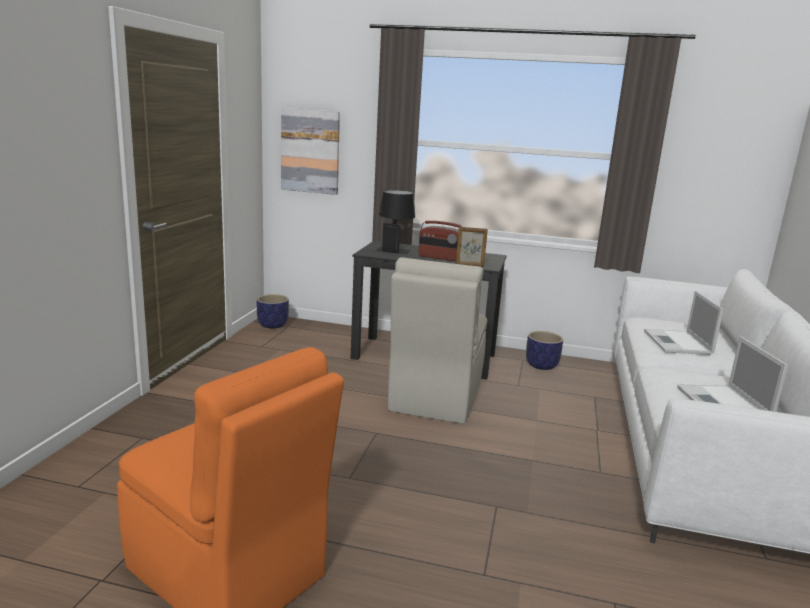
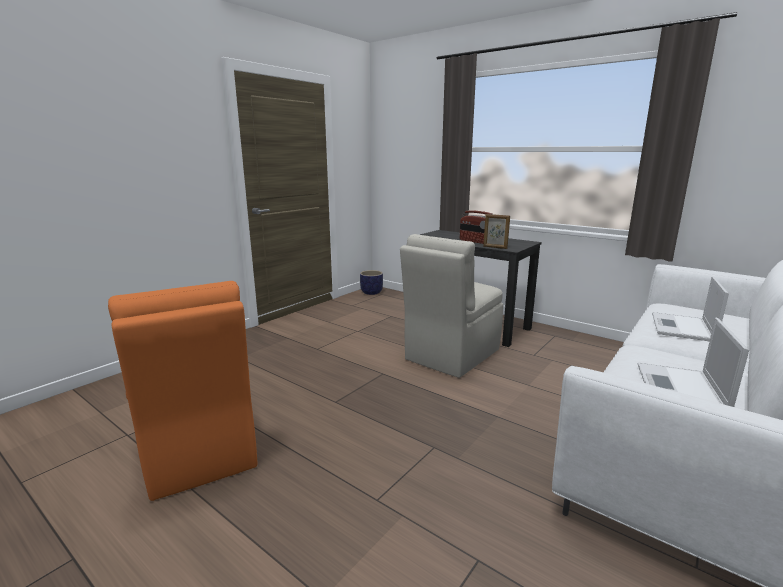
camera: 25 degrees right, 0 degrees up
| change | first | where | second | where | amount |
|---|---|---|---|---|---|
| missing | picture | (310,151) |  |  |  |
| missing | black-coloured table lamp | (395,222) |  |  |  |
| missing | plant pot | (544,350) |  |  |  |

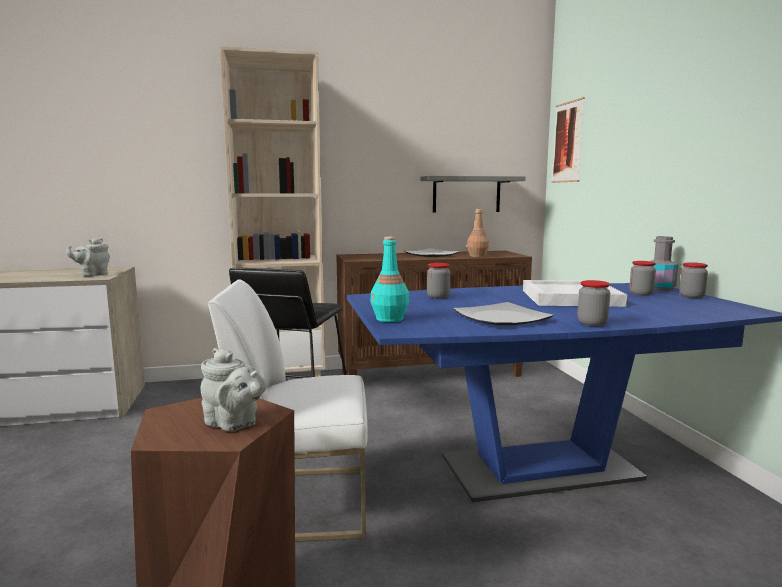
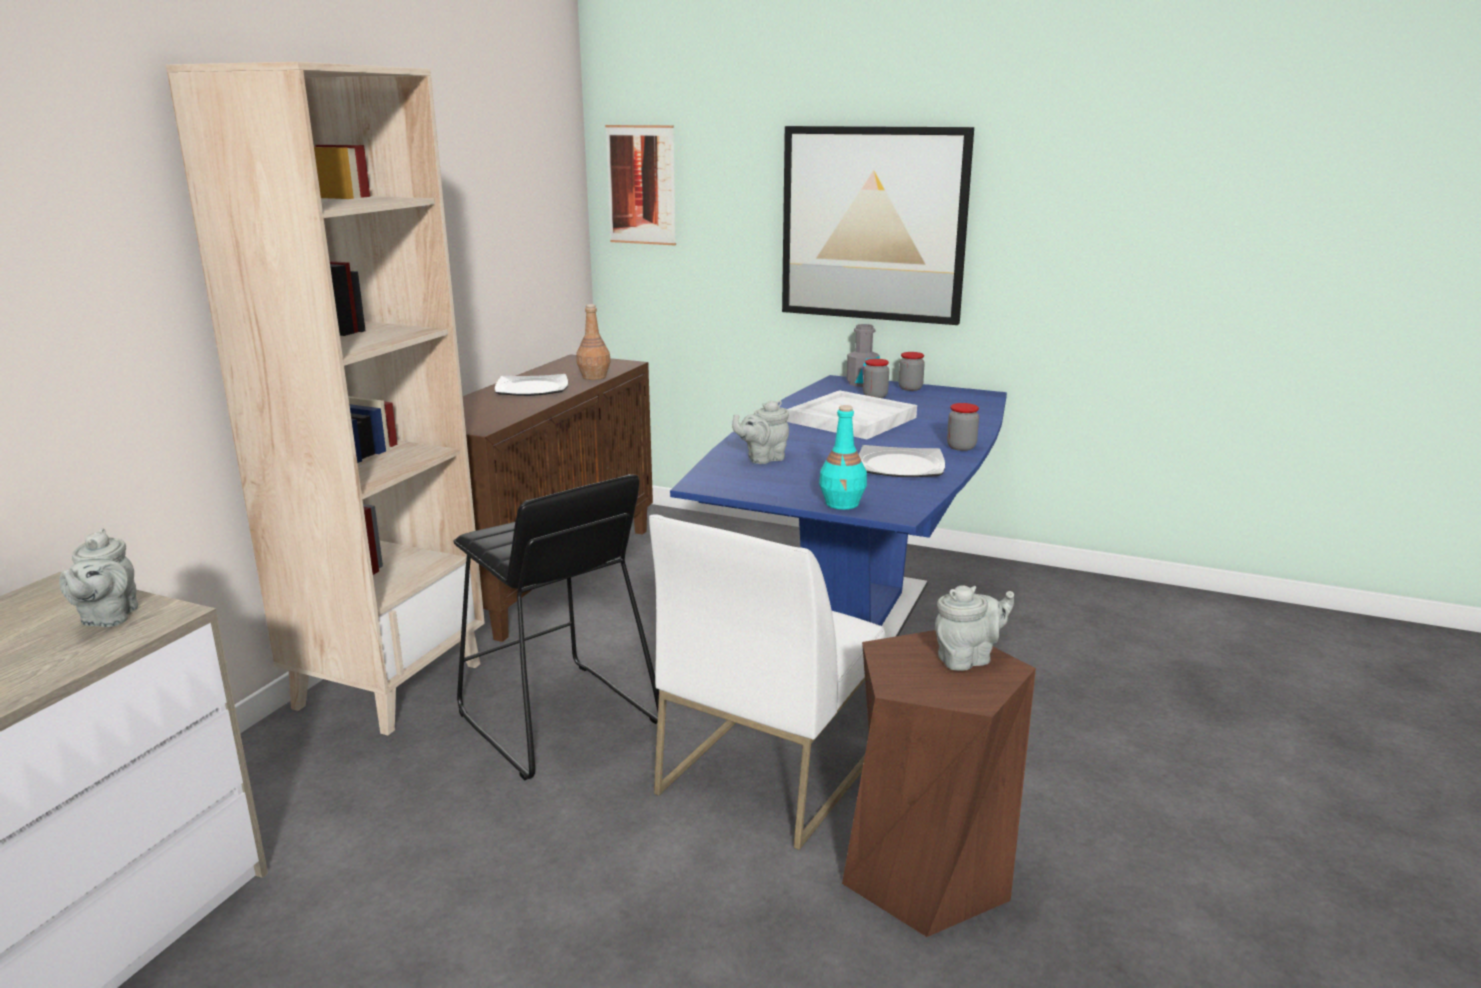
camera: 55 degrees left, 10 degrees up
| change | first | where | second | where | amount |
|---|---|---|---|---|---|
| exchanged | jar | (439,281) | grey teapot | (760,432) |  |
| appeared |  |  | picture | (878,225) |  |
| missing | grey shelf | (473,194) |  |  |  |

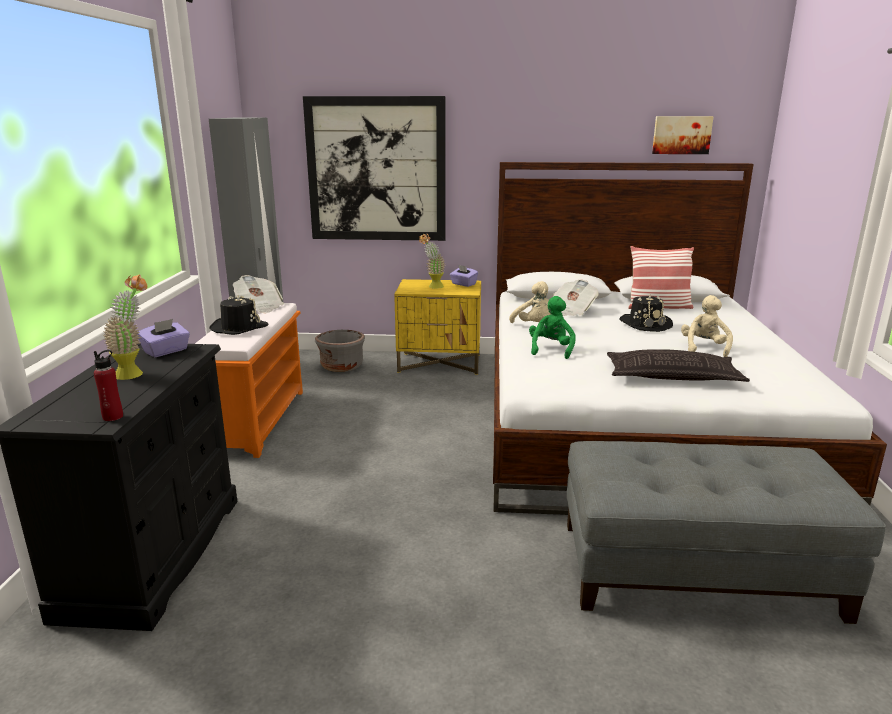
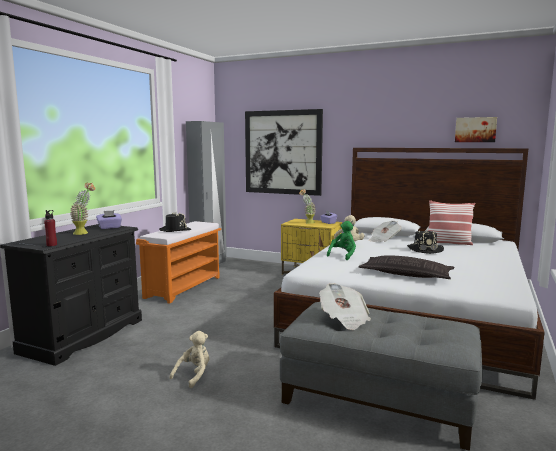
camera: 20 degrees right, 10 degrees down
| change | first | where | second | where | amount |
|---|---|---|---|---|---|
| relocated | sand-coloured cuddly toy | (707,326) |  | (189,359) |  |
| relocated | newspaper | (258,294) |  | (345,306) |  |
| missing | grey plant pot | (340,351) |  |  |  |

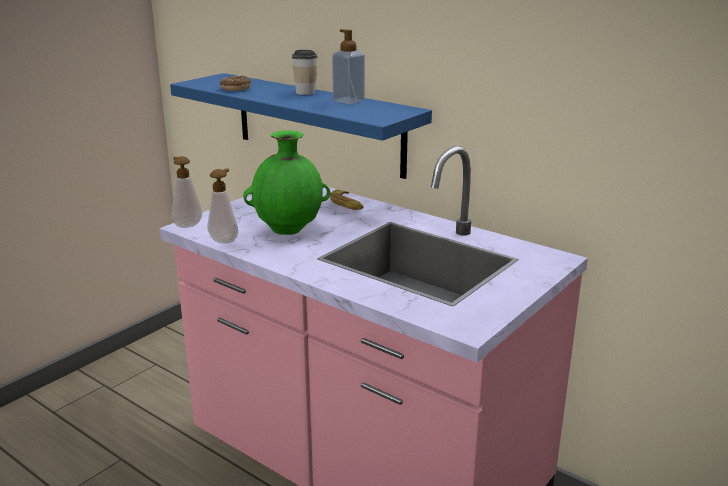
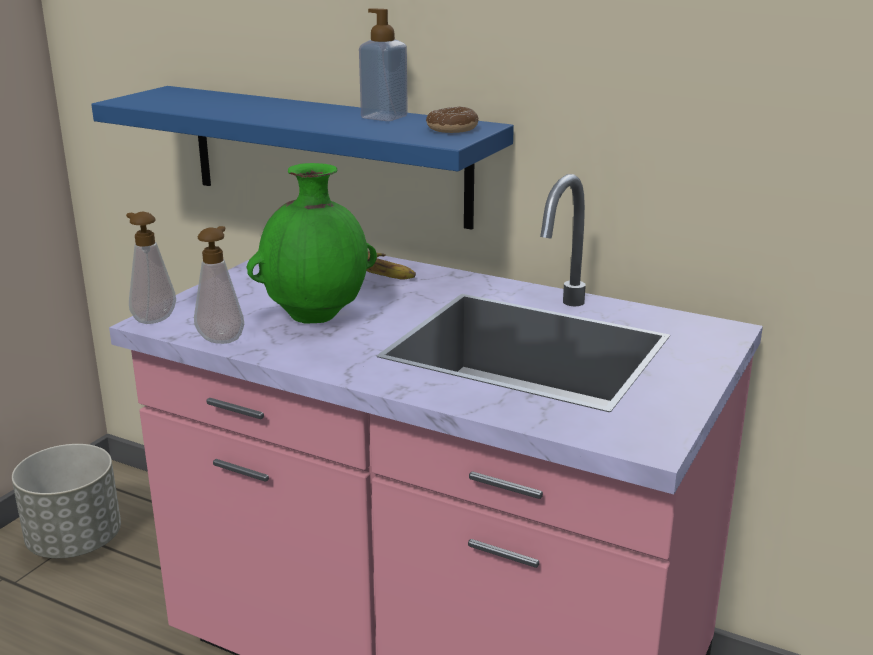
camera: 10 degrees left, 0 degrees up
| change | first | where | second | where | amount |
|---|---|---|---|---|---|
| appeared |  |  | grey plant pot | (66,501) |  |
| relocated | donut | (236,83) |  | (452,120) |  |
| missing | cup | (304,72) |  |  |  |

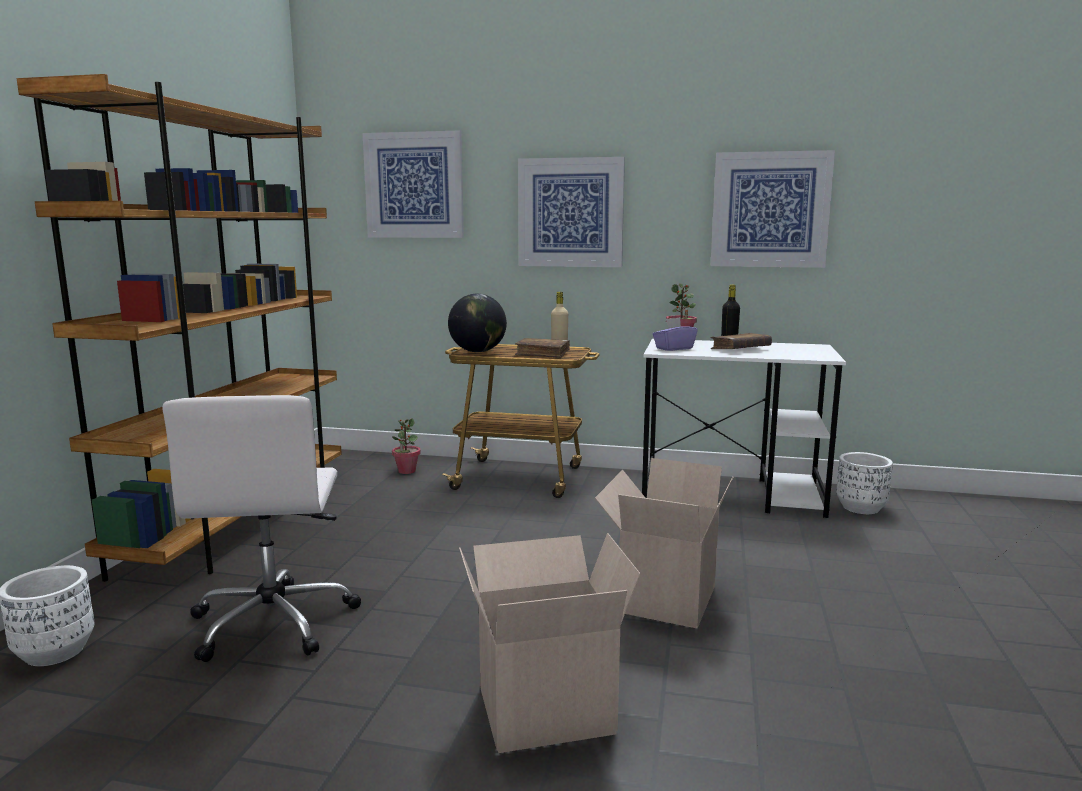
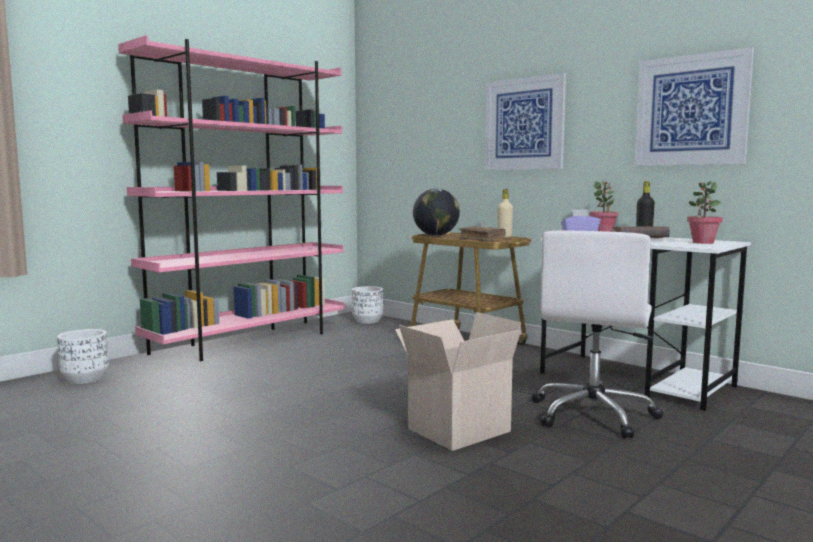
camera: 30 degrees right, 5 degrees down
| change | first | where | second | where | amount |
|---|---|---|---|---|---|
| colour | brown bookshelf | (179,328) | pink-coloured bookshelf | (231,198) |  |
| relocated | whitish plant pot | (864,483) |  | (368,305) |  |
| relocated | whitish office chair | (261,528) |  | (597,334) |  |
| relocated | potted plant | (406,446) |  | (705,212) |  |
| missing | picture | (413,184) |  |  |  |
| missing | packing box | (549,643) |  |  |  |

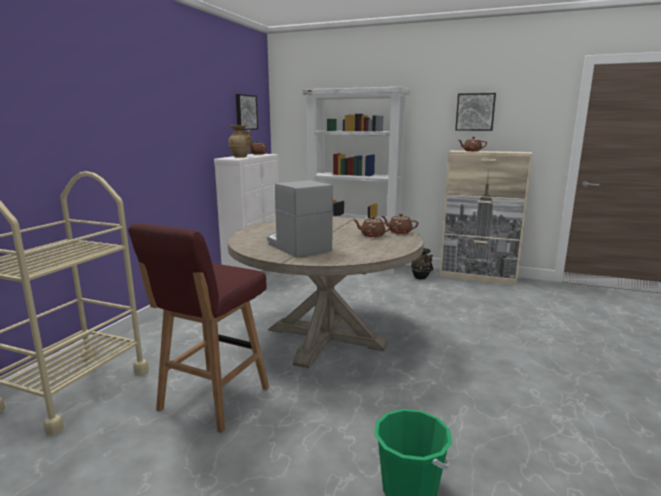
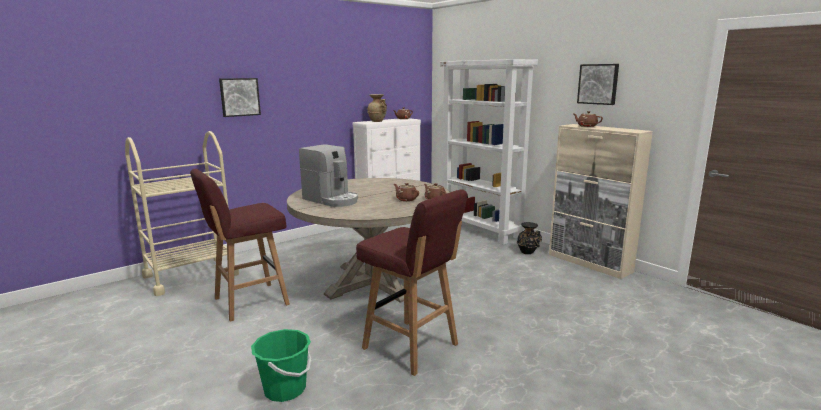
camera: 30 degrees right, 0 degrees up
| change | first | where | second | where | amount |
|---|---|---|---|---|---|
| relocated | picture | (247,112) |  | (240,97) |  |
| spun | coffee machine | (300,218) |  | (328,175) | 135 degrees clockwise |
| appeared |  |  | reddish stool | (412,282) |  |

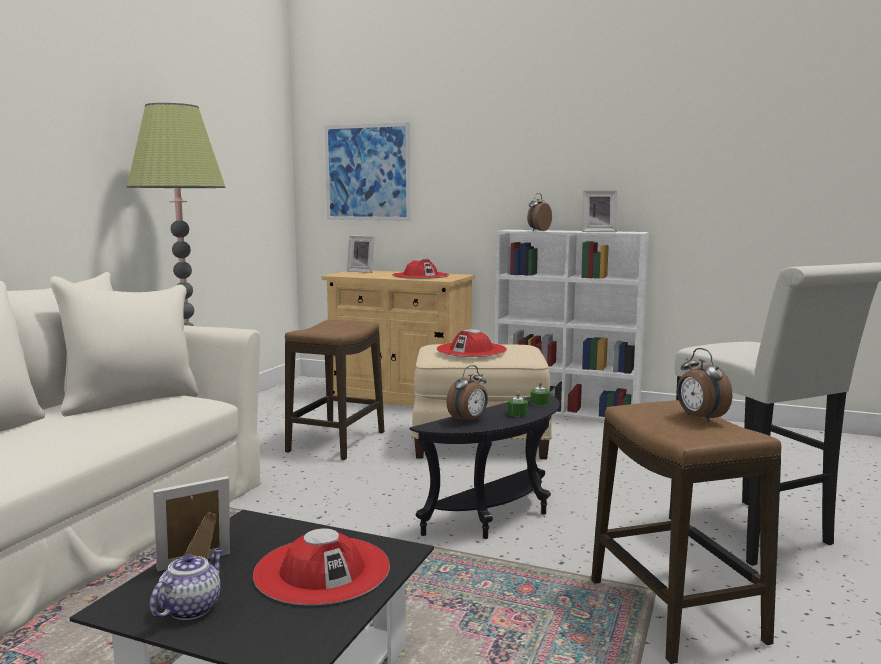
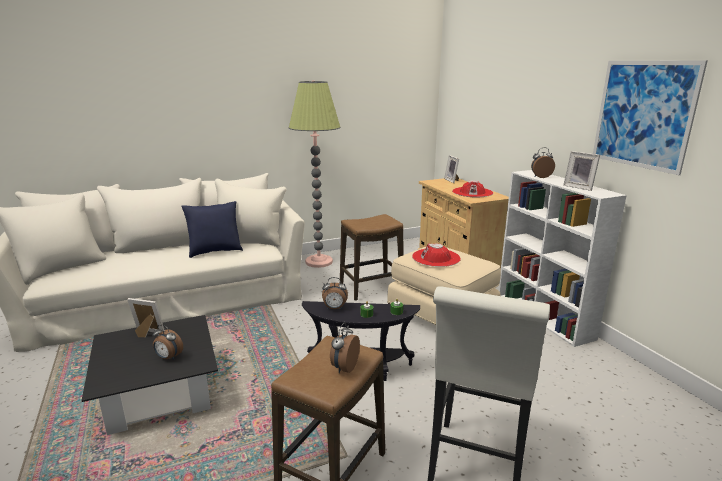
camera: 45 degrees right, 10 degrees up
| change | first | where | second | where | amount |
|---|---|---|---|---|---|
| exchanged | reddish hat | (321,566) | table clock | (167,342) |  |
| appeared |  |  | blue-coloured pillow | (212,229) |  |
| relocated | picture | (368,171) |  | (650,117) |  |
| missing | teapot | (186,584) |  |  |  |

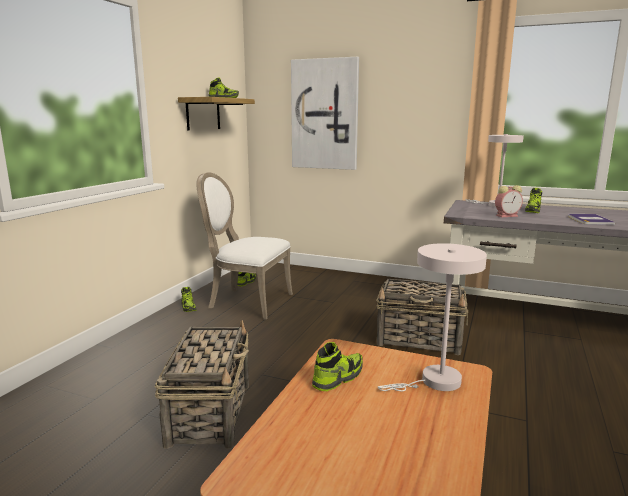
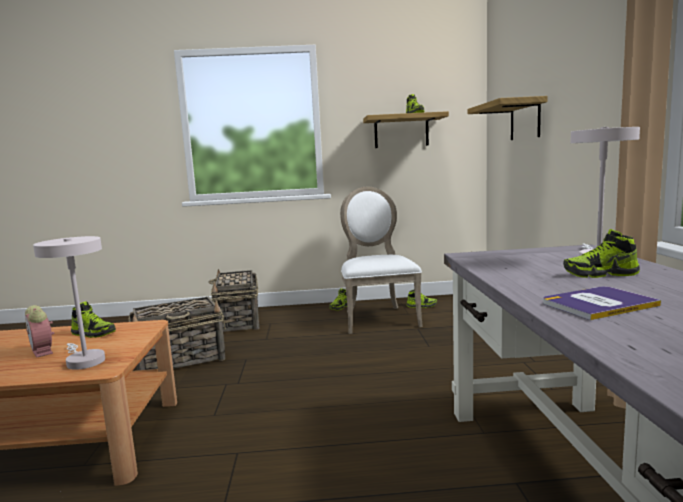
camera: 65 degrees right, 5 degrees down
| change | first | where | second | where | amount |
|---|---|---|---|---|---|
| relocated | table clock | (509,201) |  | (40,331) |  |
| relocated | household basket | (422,317) |  | (234,300) |  |
| exchanged | picture | (325,113) | shelf | (507,118) |  |

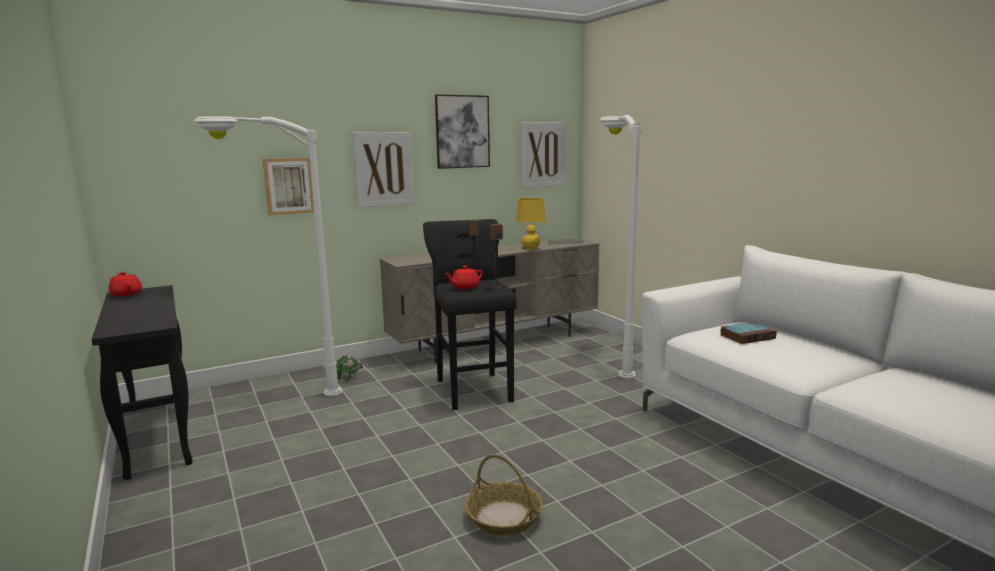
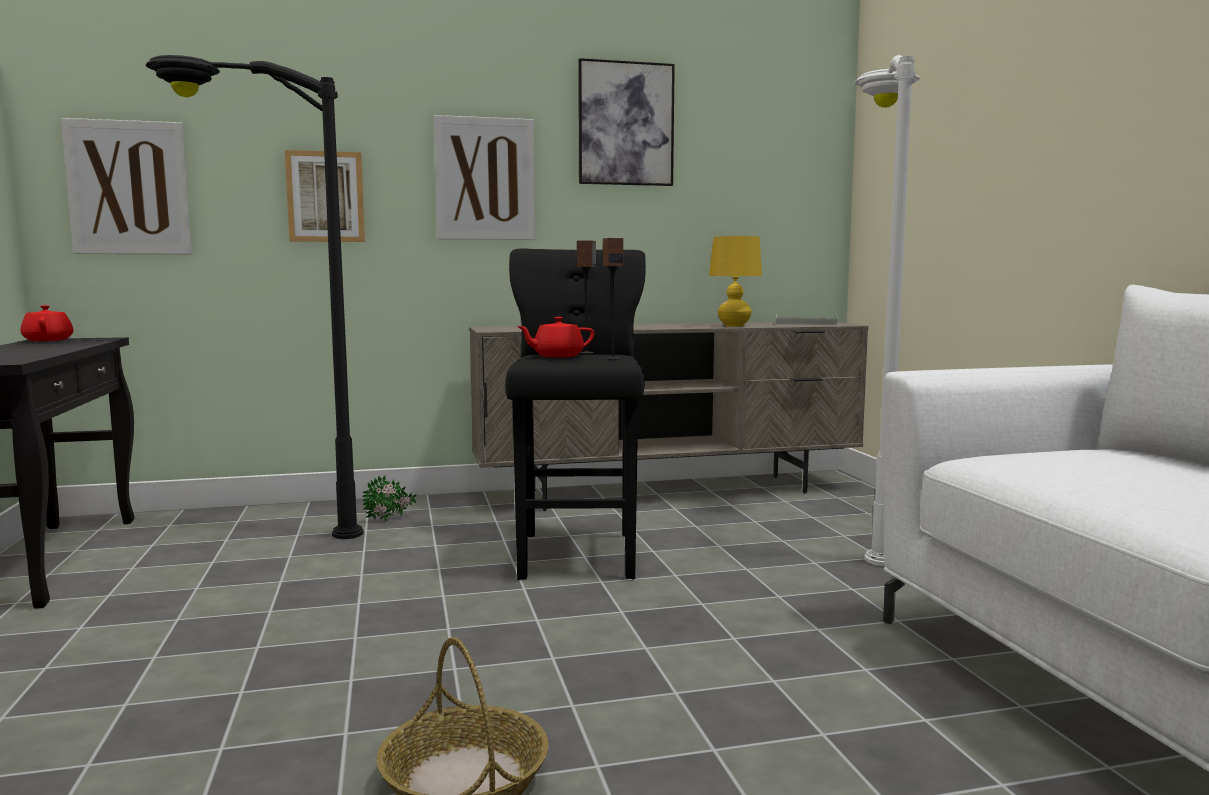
camera: 15 degrees right, 5 degrees down
| change | first | where | second | where | amount |
|---|---|---|---|---|---|
| relocated | picture | (543,155) |  | (126,186) |  |
| colour | whitish standing lamp | (267,256) | black-coloured standing lamp | (254,297) |  |
| missing | book | (748,333) |  |  |  |

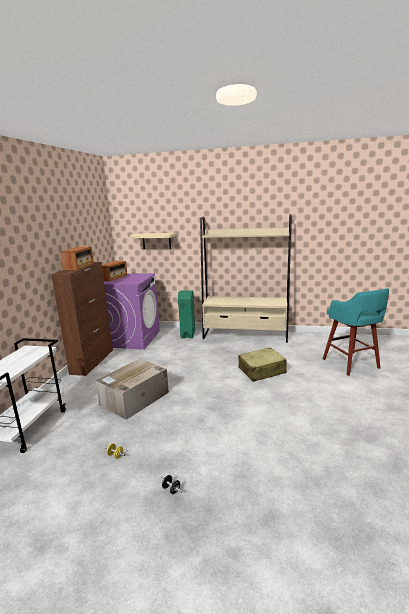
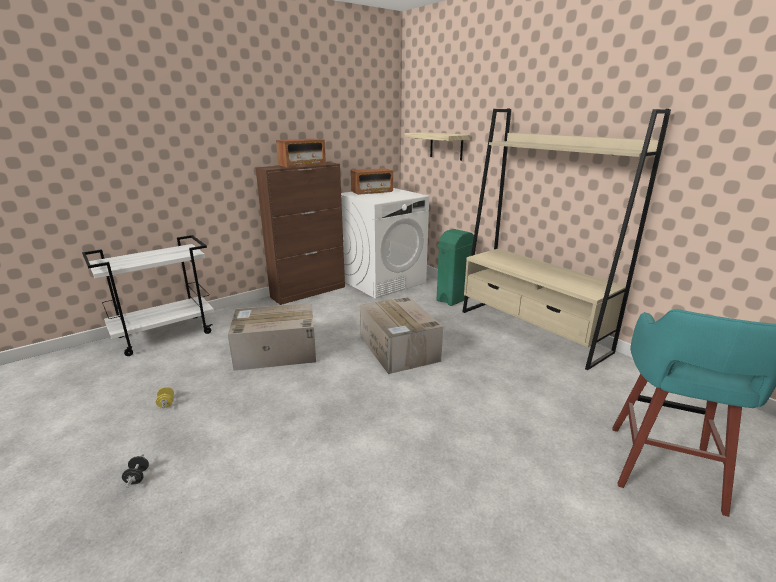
camera: 40 degrees right, 5 degrees up
| change | first | where | second | where | amount |
|---|---|---|---|---|---|
| colour | purple laundry appliance | (132,311) | whitish laundry appliance | (385,243) |  |
| appeared |  |  | packing box | (401,335) |  |
| missing | sand-coloured piece of luggage | (262,364) |  |  |  |

